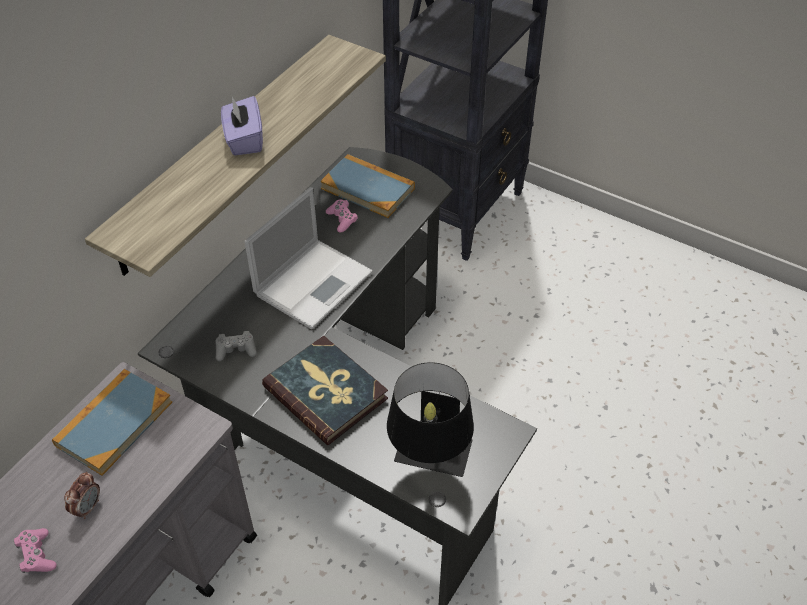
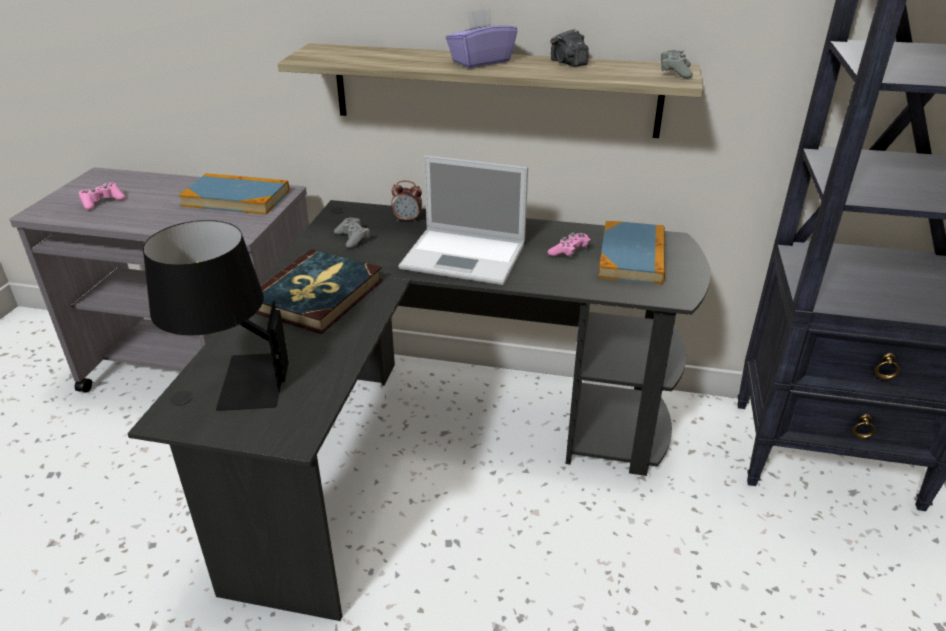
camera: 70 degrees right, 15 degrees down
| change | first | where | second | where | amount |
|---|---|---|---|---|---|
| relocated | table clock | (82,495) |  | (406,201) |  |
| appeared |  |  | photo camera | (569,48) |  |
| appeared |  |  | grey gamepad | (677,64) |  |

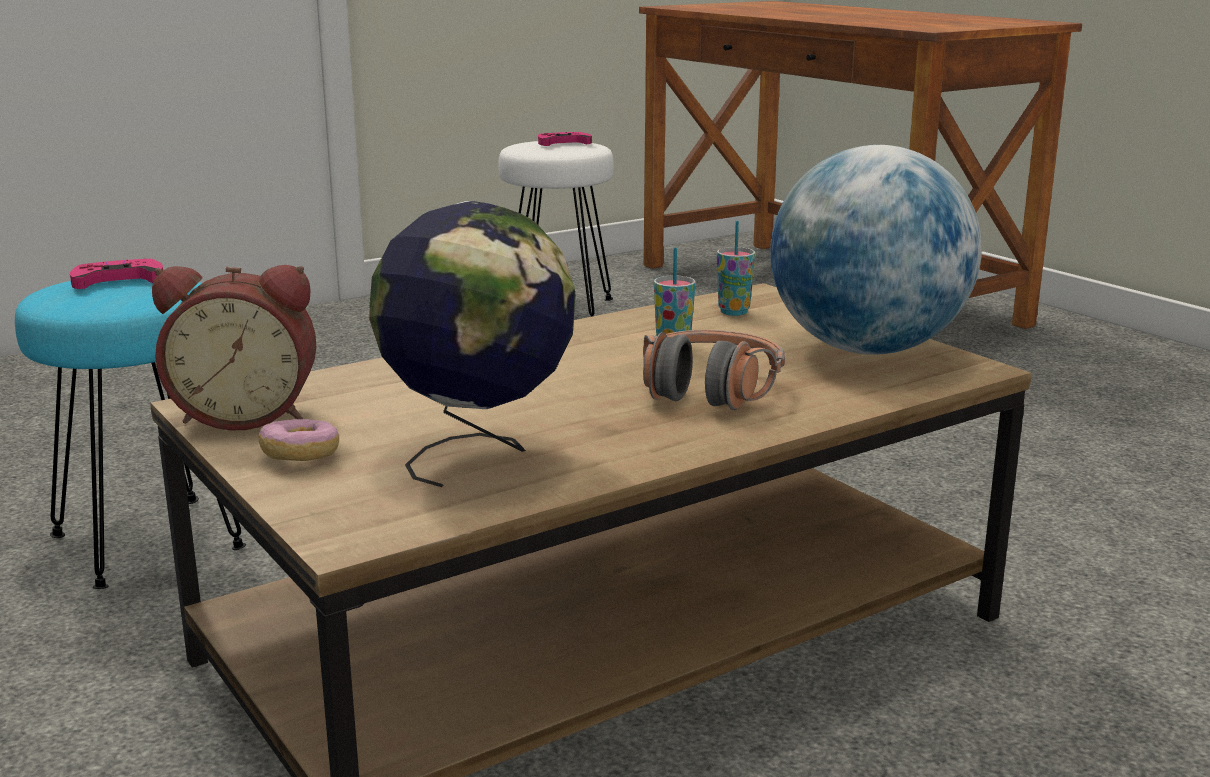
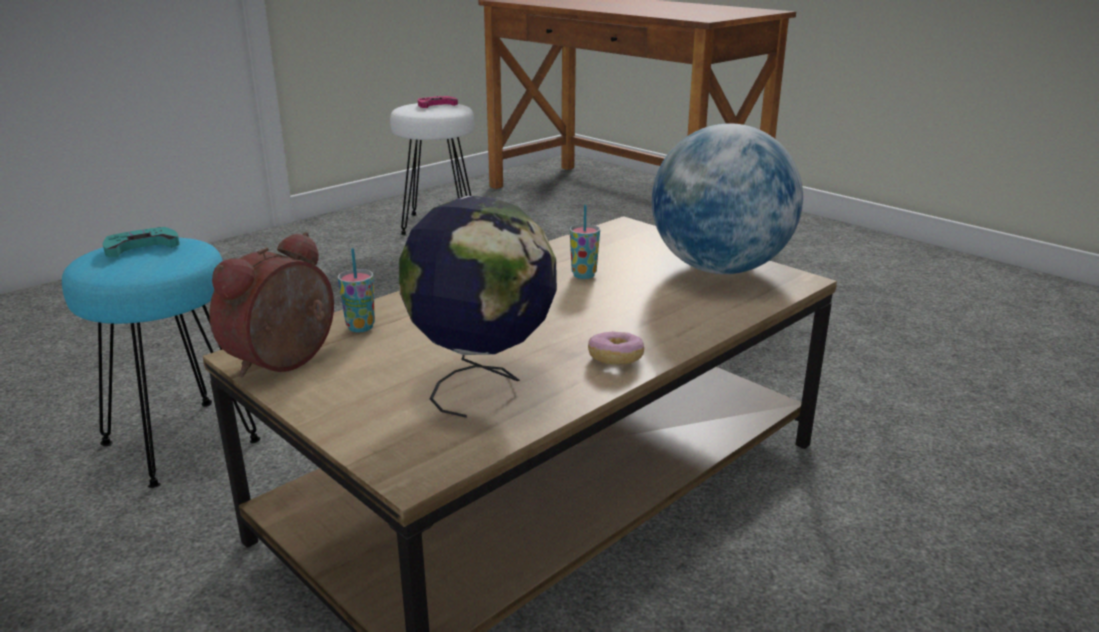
camera: 10 degrees left, 5 degrees up
| change | first | where | second | where | amount |
|---|---|---|---|---|---|
| colour | pink-coloured gamepad | (116,274) | turquoise gamepad | (141,242) |  |
| spun | table clock | (234,347) |  | (271,304) | 135 degrees clockwise |
| relocated | cup | (736,268) |  | (356,290) |  |
| relocated | donut | (298,440) |  | (616,348) |  |
| missing | headset | (714,370) |  |  |  |

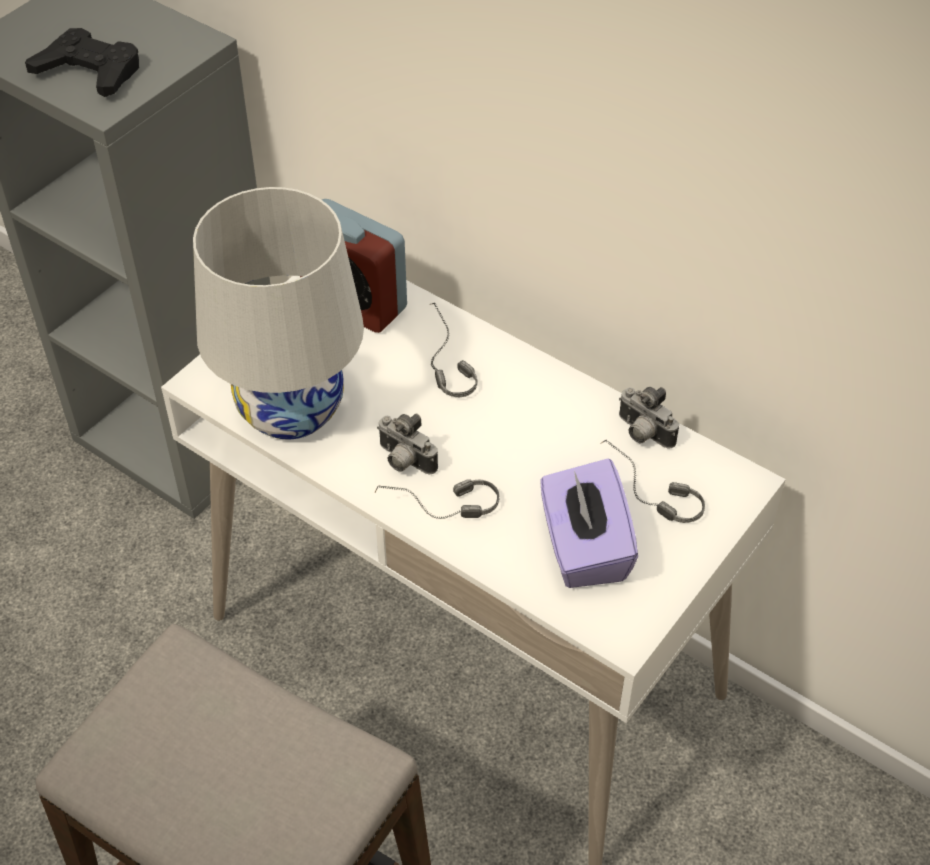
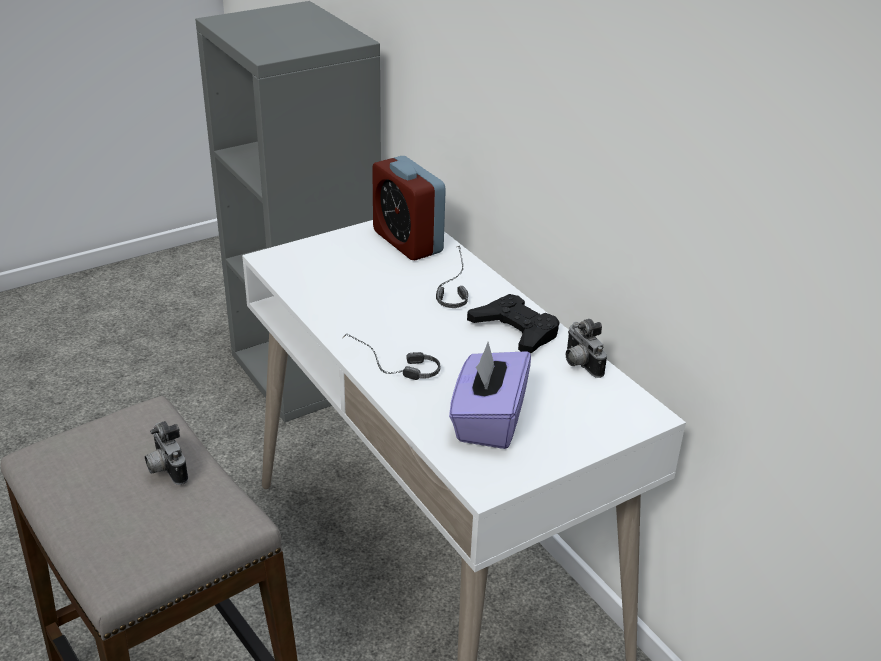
camera: 20 degrees right, 15 degrees down
| change | first | where | second | where | amount |
|---|---|---|---|---|---|
| relocated | photo camera | (407,444) |  | (166,453) |  |
| relocated | black-coloured gamepad | (82,62) |  | (513,323) |  |
| missing | whitish table lamp | (278,313) |  |  |  |
| missing | headset | (652,481) |  |  |  |

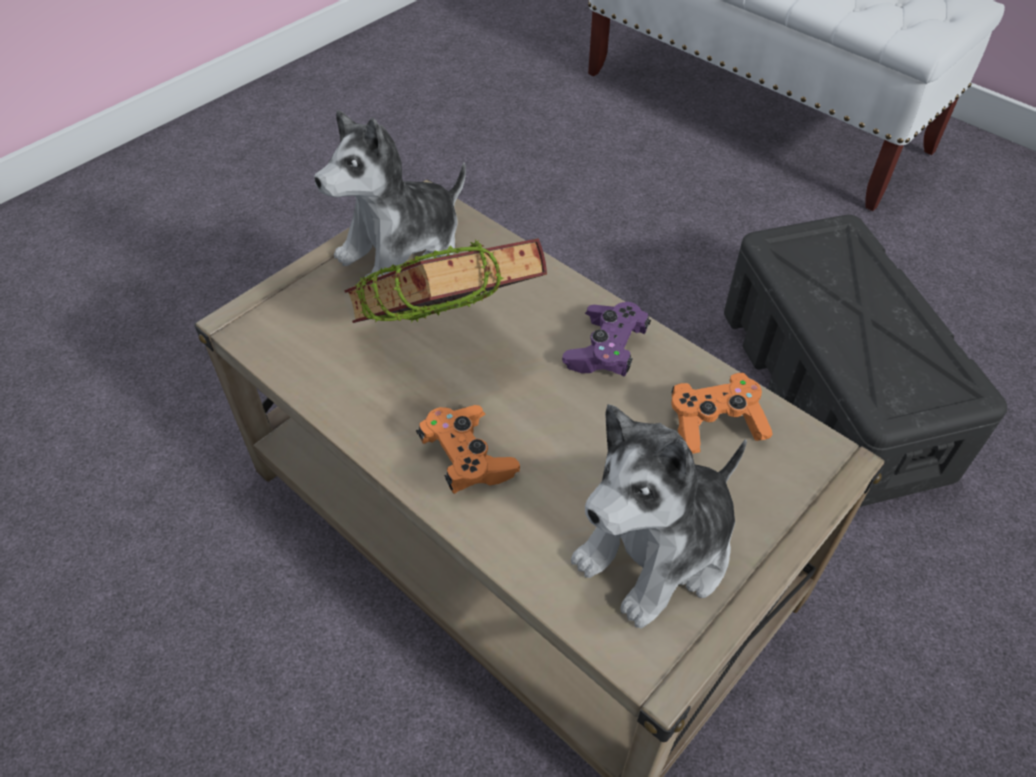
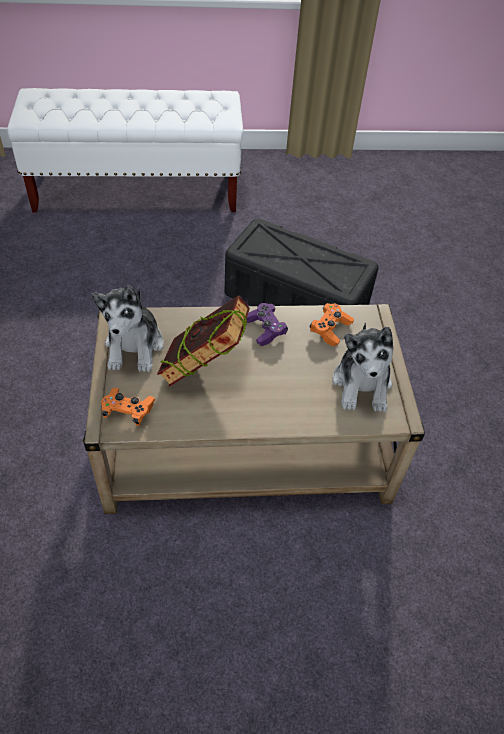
camera: 50 degrees left, 0 degrees up
| change | first | where | second | where | amount |
|---|---|---|---|---|---|
| relocated | orangey gamepad | (468,449) |  | (128,407) |  |

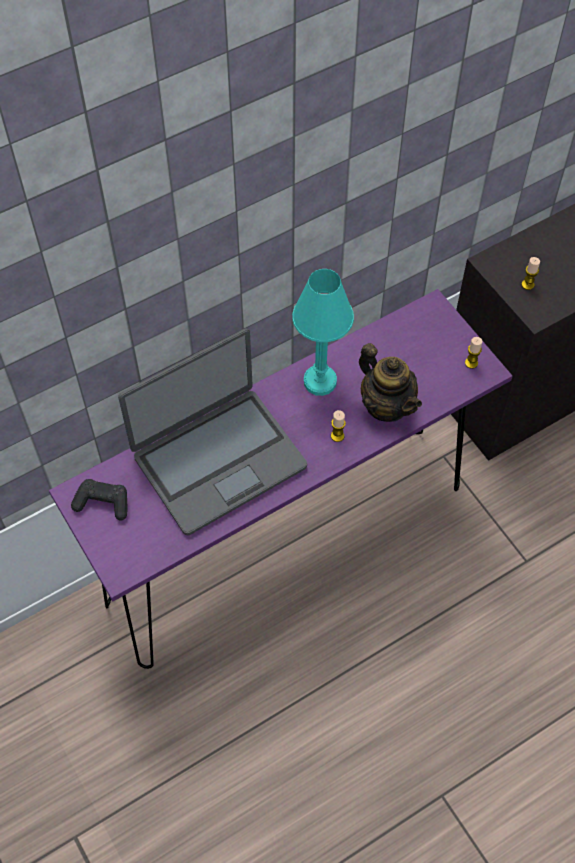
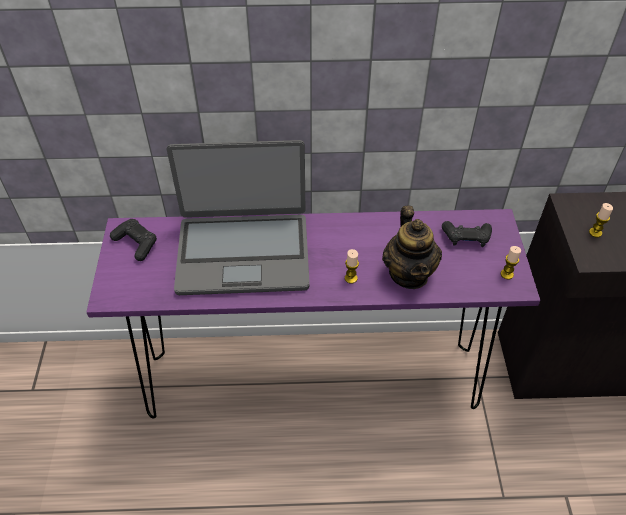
camera: 30 degrees right, 10 degrees down
| change | first | where | second | where | amount |
|---|---|---|---|---|---|
| appeared |  |  | black-coloured gamepad | (467,234) |  |
| missing | turquoise table lamp | (323,332) |  |  |  |

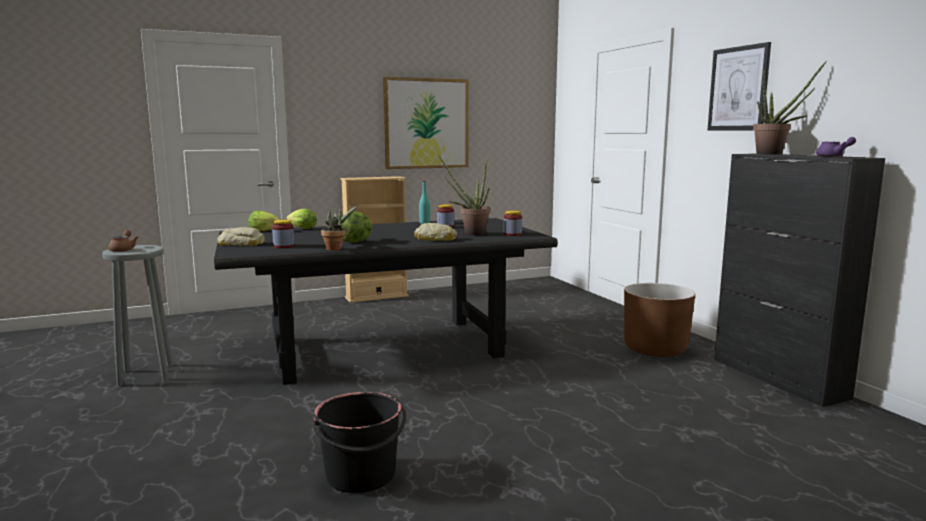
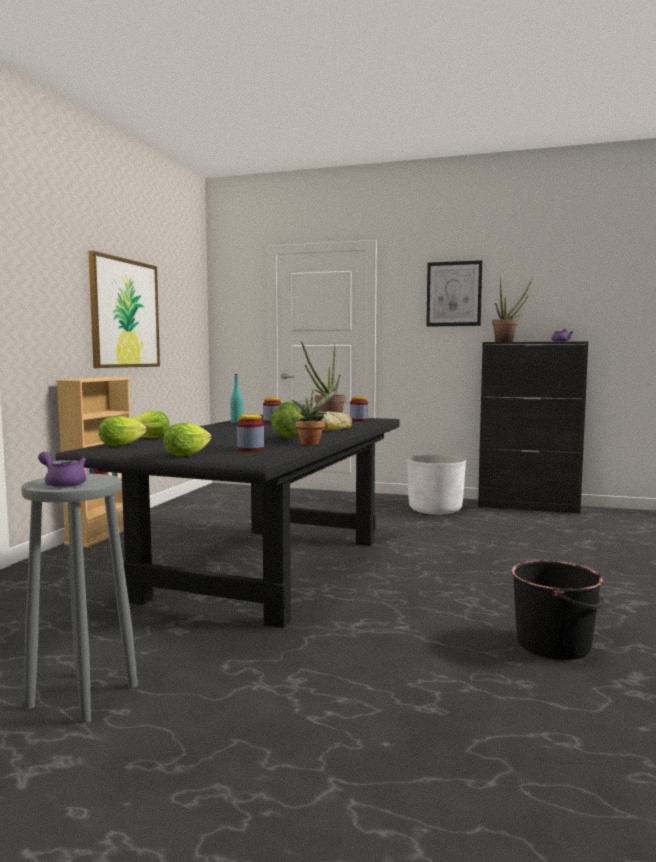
camera: 50 degrees left, 5 degrees down
| change | first | where | second | where | amount |
|---|---|---|---|---|---|
| colour | brown teapot | (123,241) | purple teapot | (62,469) |  |
| exchanged | bread | (241,236) | lettuce head | (187,440) |  |
| colour | brown plant pot | (659,320) | whitish plant pot | (436,485) |  |

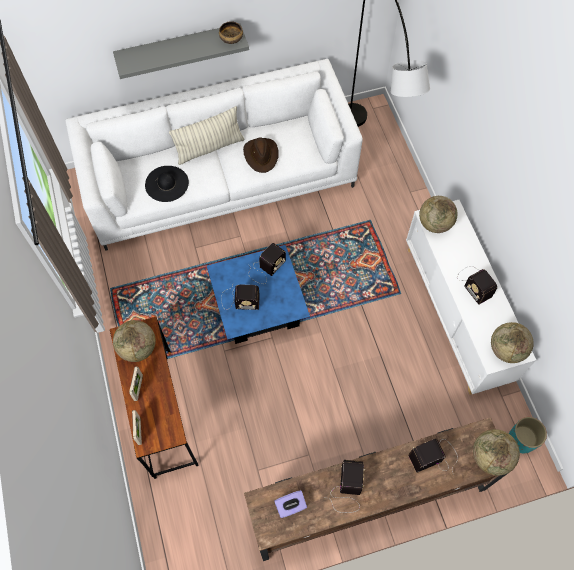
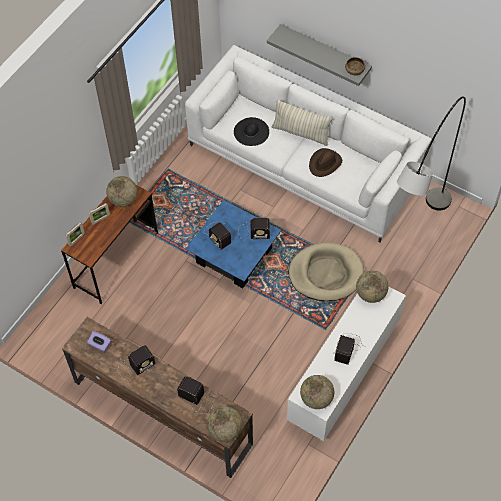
camera: 50 degrees right, 5 degrees down
| change | first | where | second | where | amount |
|---|---|---|---|---|---|
| appeared |  |  | sand-coloured dog bed | (326,272) |  |
| missing | turquoise plant pot | (528,435) |  |  |  |

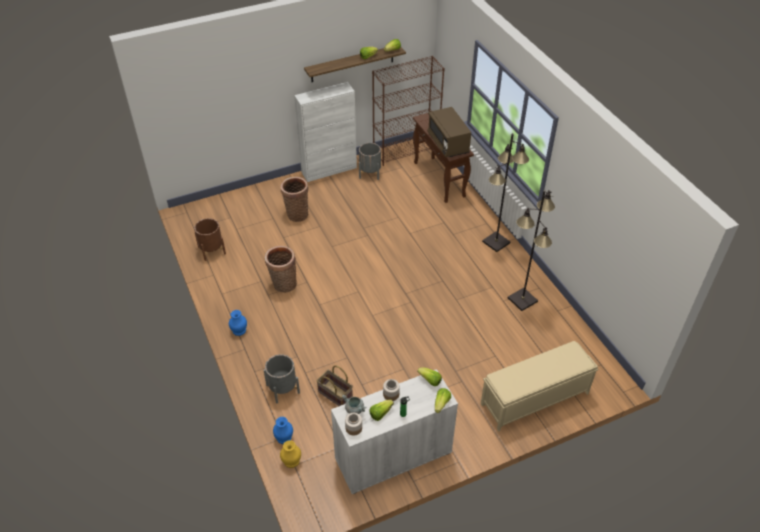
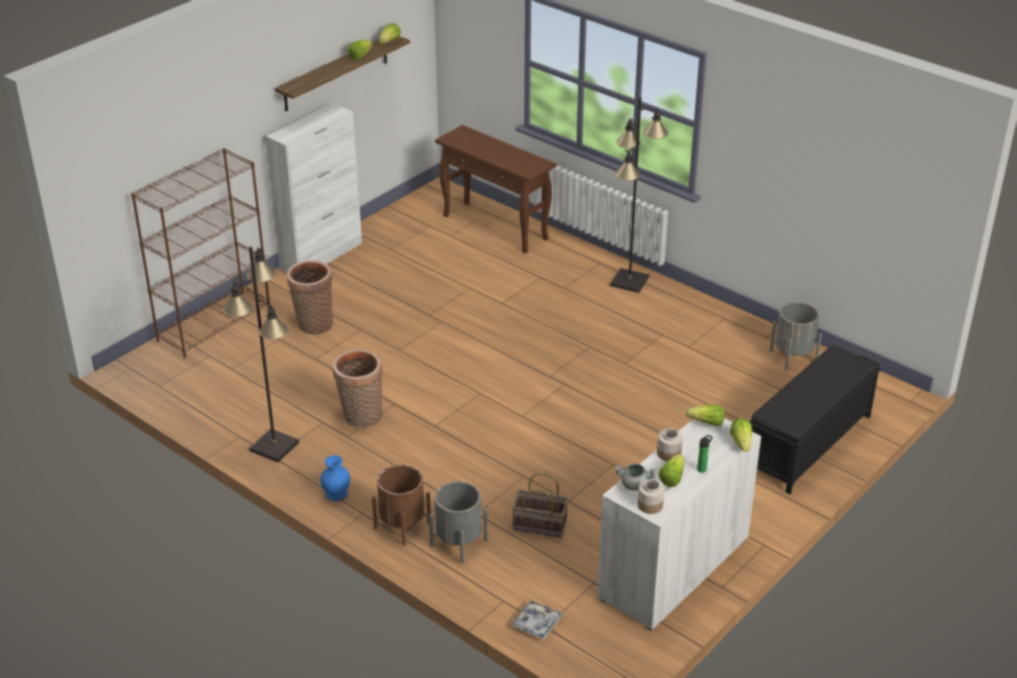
camera: 25 degrees left, 10 degrees down
| change | first | where | second | where | amount |
|---|---|---|---|---|---|
| relocated | brown bookshelf | (408,111) |  | (200,253) |  |
| relocated | black-coloured standing lamp | (531,250) |  | (261,354) |  |
| relocated | brown plant pot | (210,239) |  | (401,505) |  |
| exchanged | yellow flower vase | (290,454) | serving tray | (537,619) |  |
| colour | sand-coloured indoor bench | (539,386) | black-coloured indoor bench | (815,419) |  |
| relocated | grey plant pot | (370,161) |  | (796,336) |  |
| missing | blue-coloured flower vase | (283,430) |  |  |  |
| missing | brown kitchen microwave | (449,132) |  |  |  |

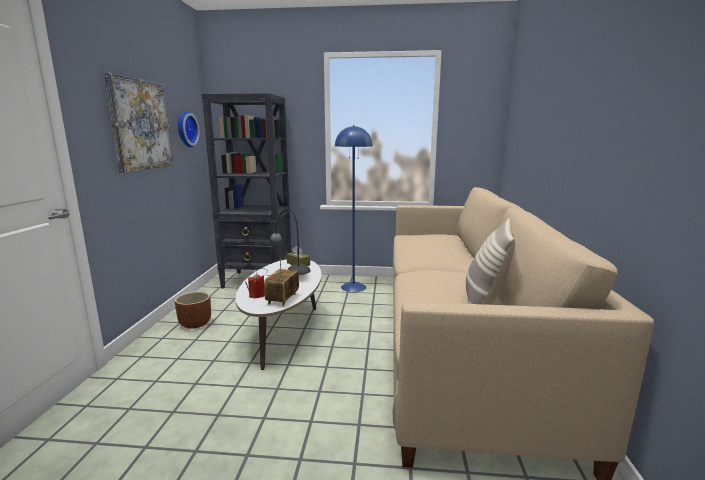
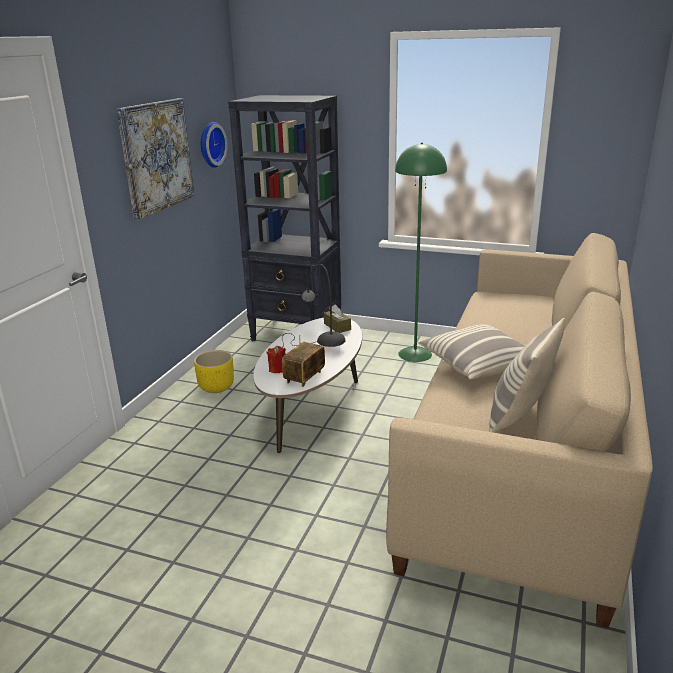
camera: 15 degrees right, 10 degrees up
| change | first | where | second | where | amount |
|---|---|---|---|---|---|
| colour | brown plant pot | (193,310) | yellow plant pot | (214,371) |  |
| colour | blue-coloured standing lamp | (354,208) | greenish standing lamp | (421,252) |  |
| appeared |  |  | pillow | (471,352) |  |

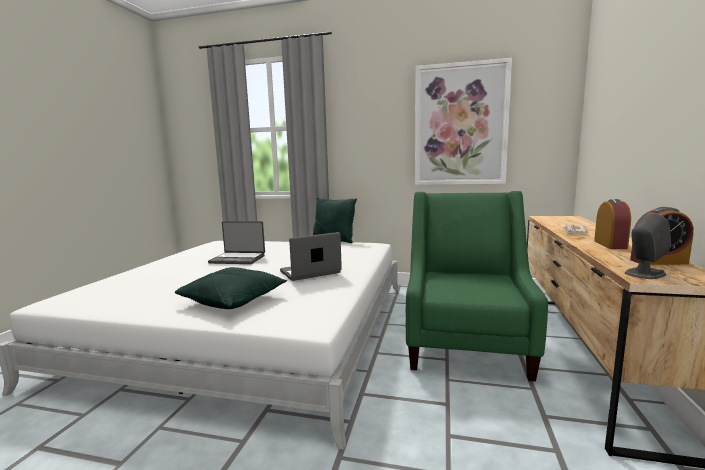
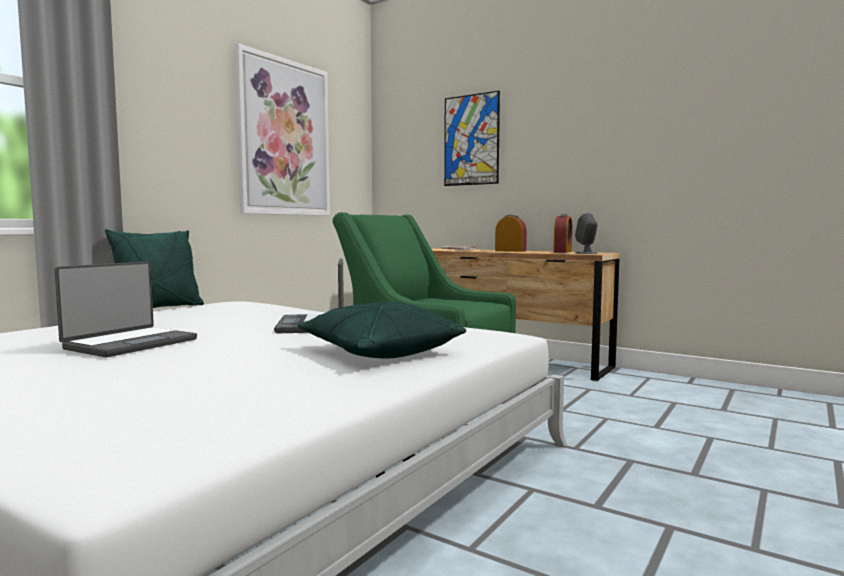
camera: 70 degrees left, 5 degrees down
| change | first | where | second | where | amount |
|---|---|---|---|---|---|
| appeared |  |  | picture | (472,138) |  |

